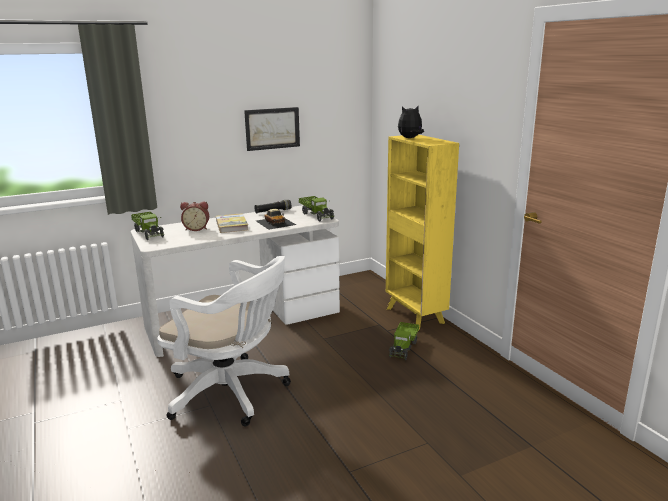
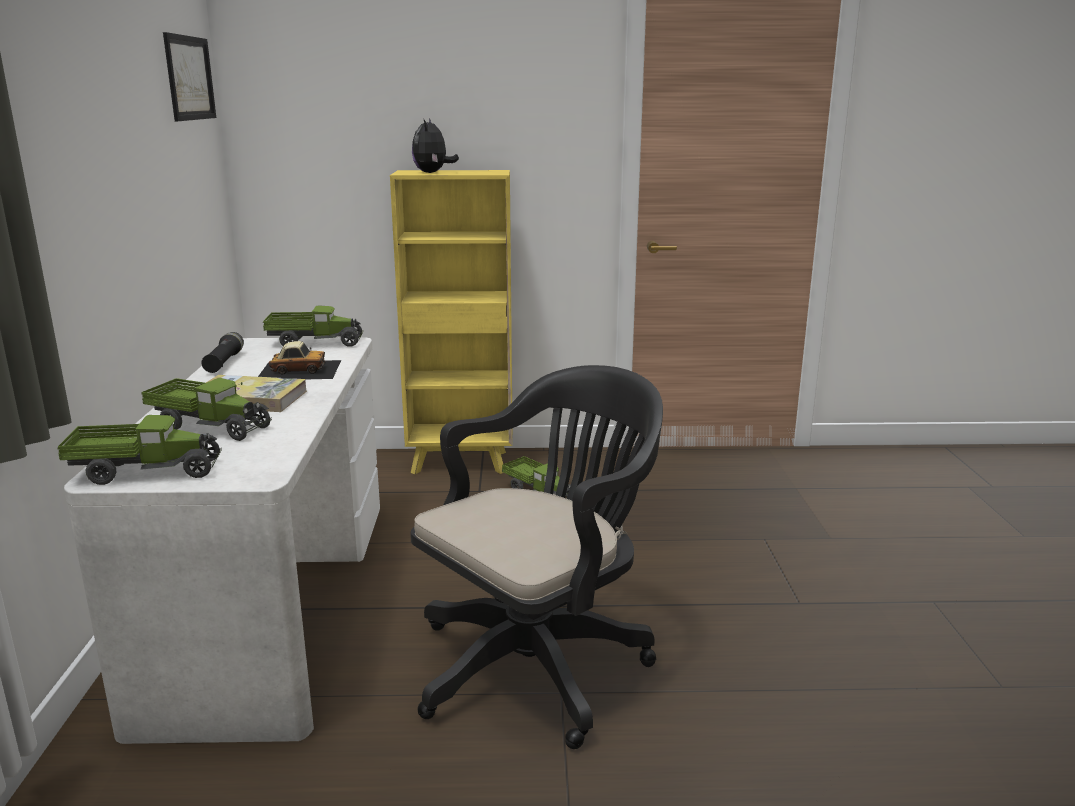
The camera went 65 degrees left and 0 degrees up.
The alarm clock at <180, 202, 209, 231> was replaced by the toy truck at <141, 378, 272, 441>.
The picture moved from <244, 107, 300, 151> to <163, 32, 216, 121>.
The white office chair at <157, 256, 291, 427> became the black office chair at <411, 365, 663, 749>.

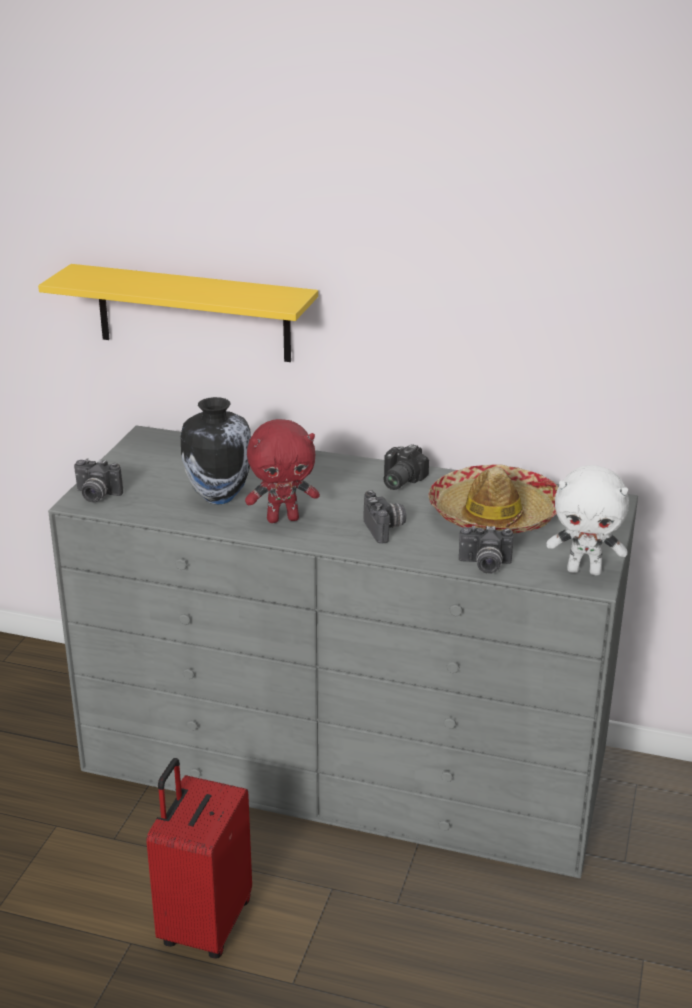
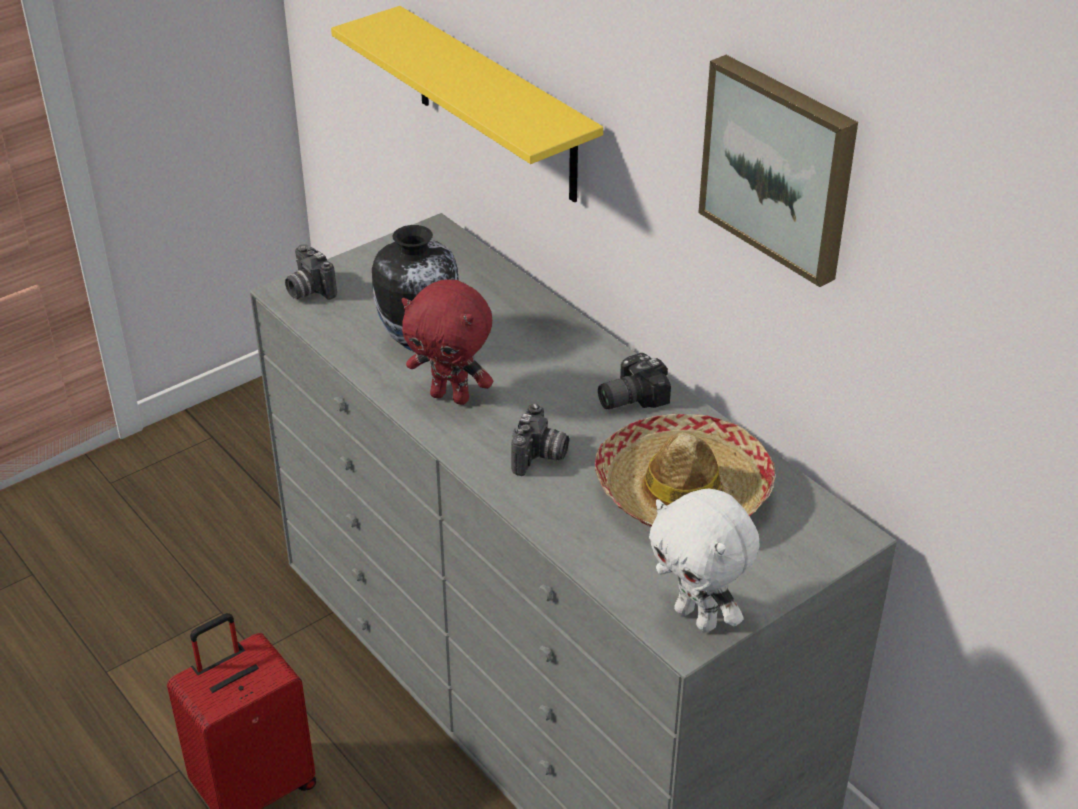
The camera went 35 degrees right and 10 degrees up.
The picture at <698, 55, 858, 287> appeared.
The photo camera at <459, 526, 513, 574> disappeared.

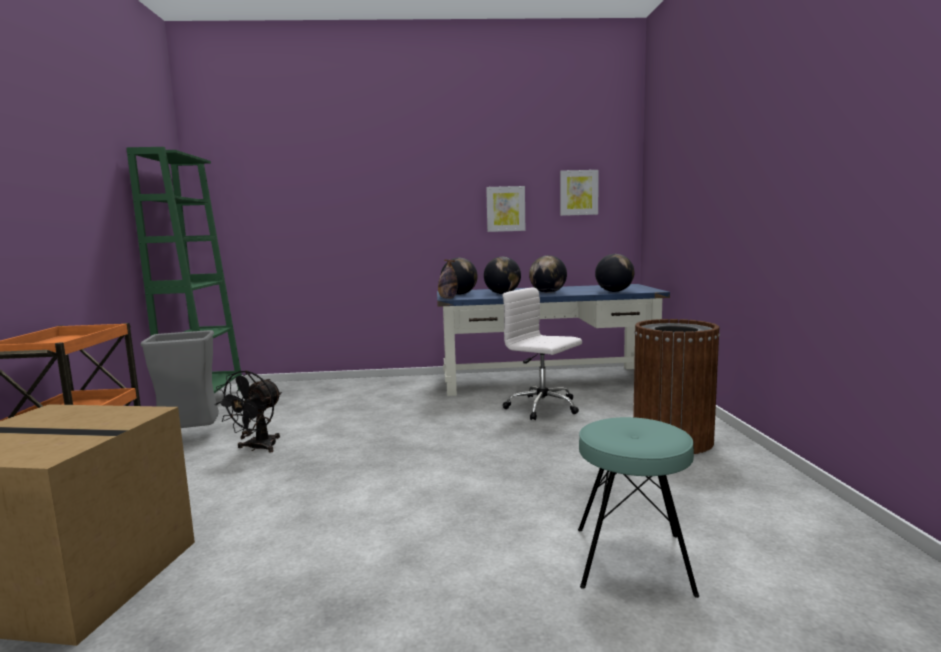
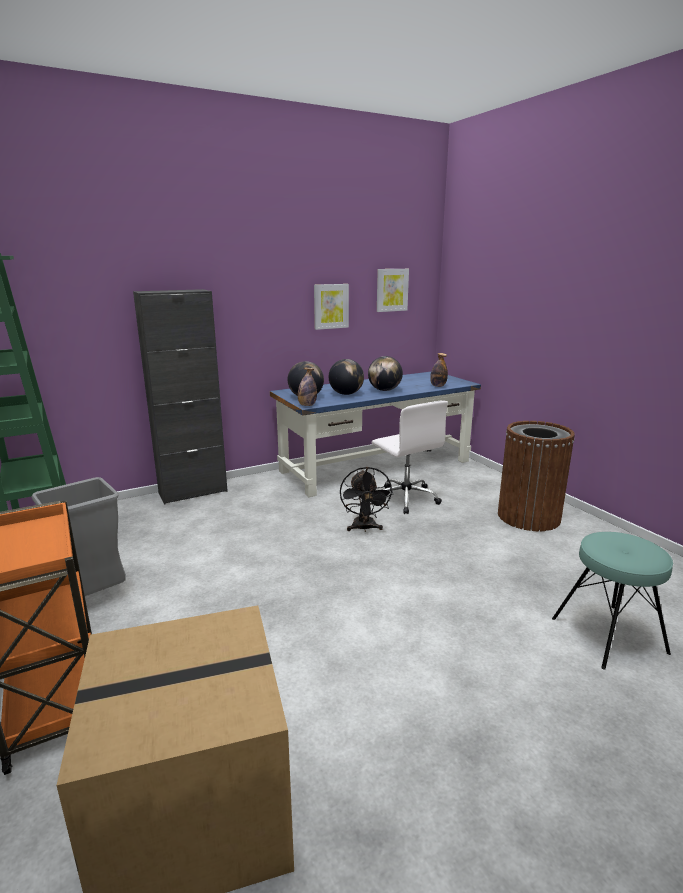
The camera went 25 degrees left and 10 degrees up.
The black cabinet at <133, 289, 228, 504> appeared.
The black fan moved from <214, 370, 282, 453> to <340, 467, 393, 532>.
The white office chair at <503, 287, 582, 420> turned 135 degrees counterclockwise.
The globe at <595, 254, 634, 292> was replaced by the bottle at <430, 353, 448, 387>.

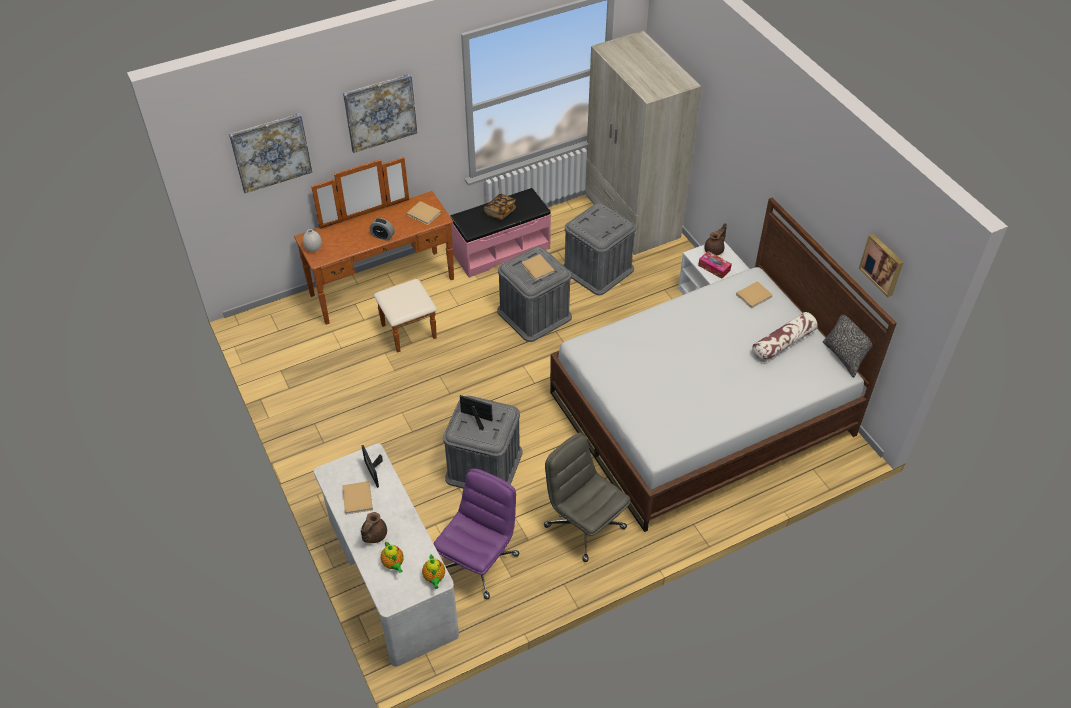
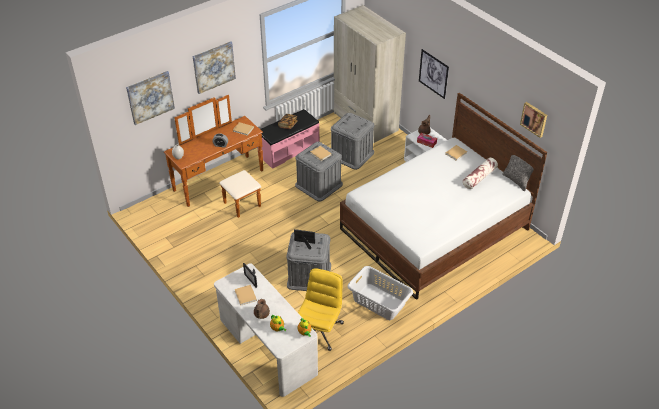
The camera went 10 degrees left and 5 degrees down.
The purple office chair at <433, 468, 519, 599> became the yellow office chair at <298, 268, 344, 351>.
The grey office chair at <544, 432, 631, 562> was replaced by the grey laundry basket at <347, 266, 413, 320>.
The picture at <419, 49, 449, 99> appeared.

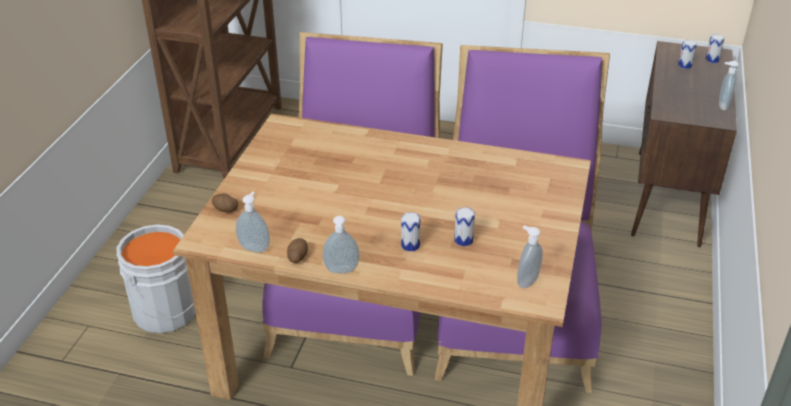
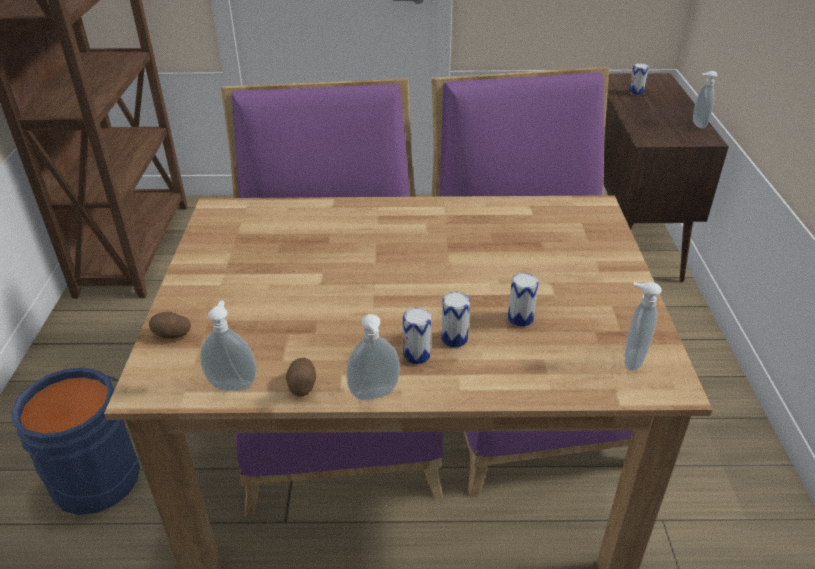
The camera went 15 degrees left and 0 degrees up.
The grey bucket at <117, 224, 196, 333> became the blue bucket at <11, 367, 140, 515>.
The can moved from <705, 34, 724, 63> to <403, 307, 431, 364>.

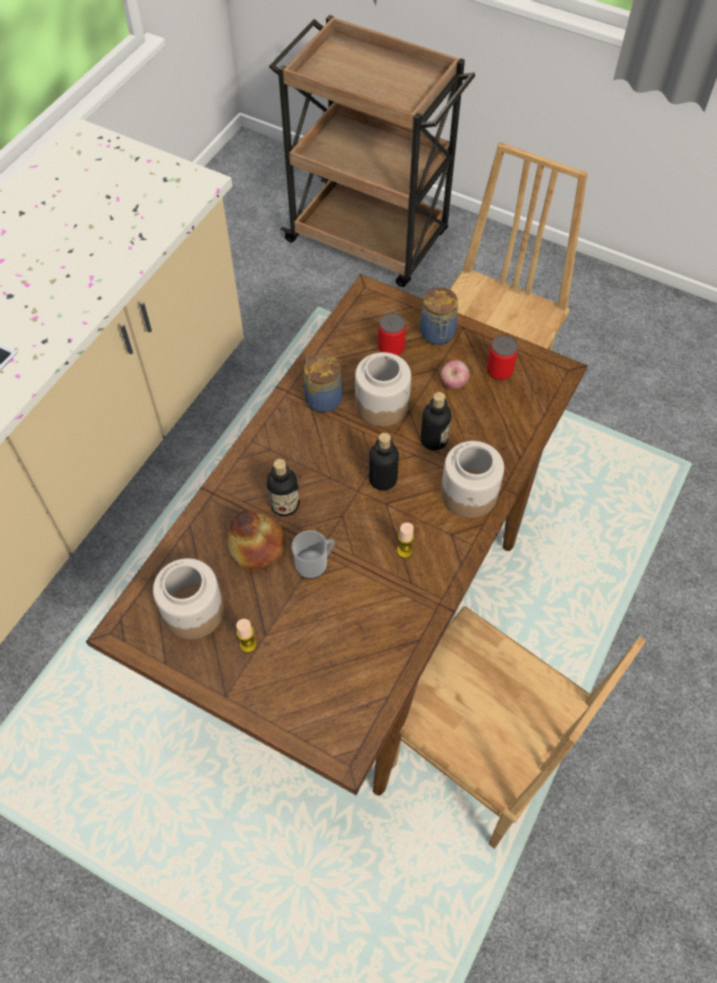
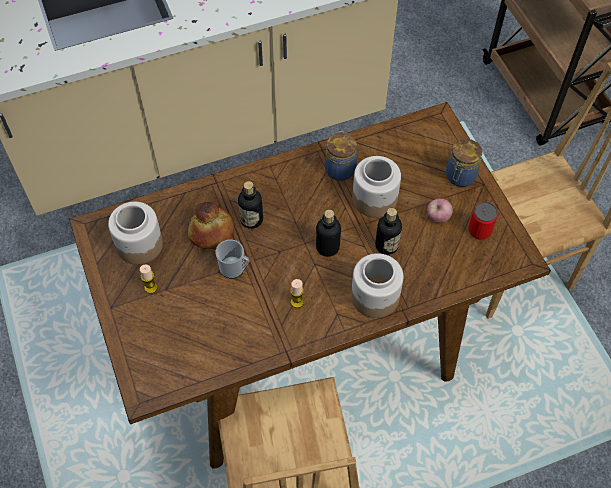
The camera went 40 degrees right and 0 degrees up.
The can at <378, 313, 406, 356> disappeared.

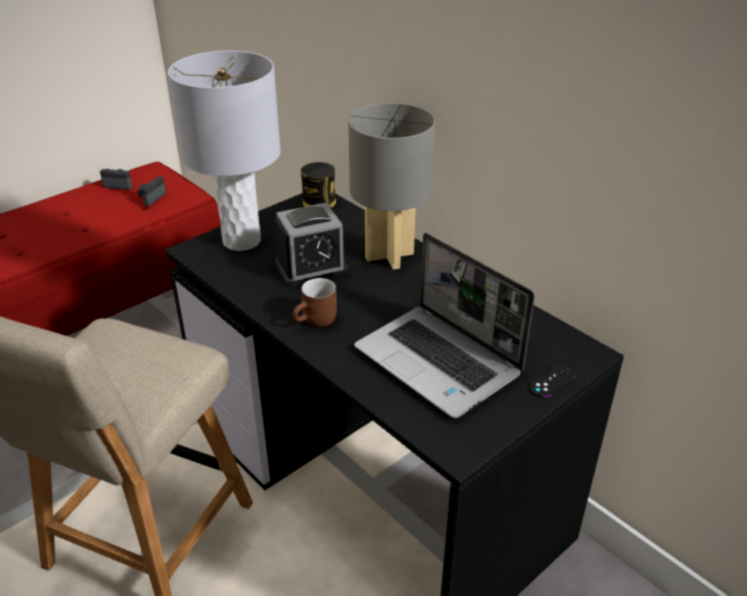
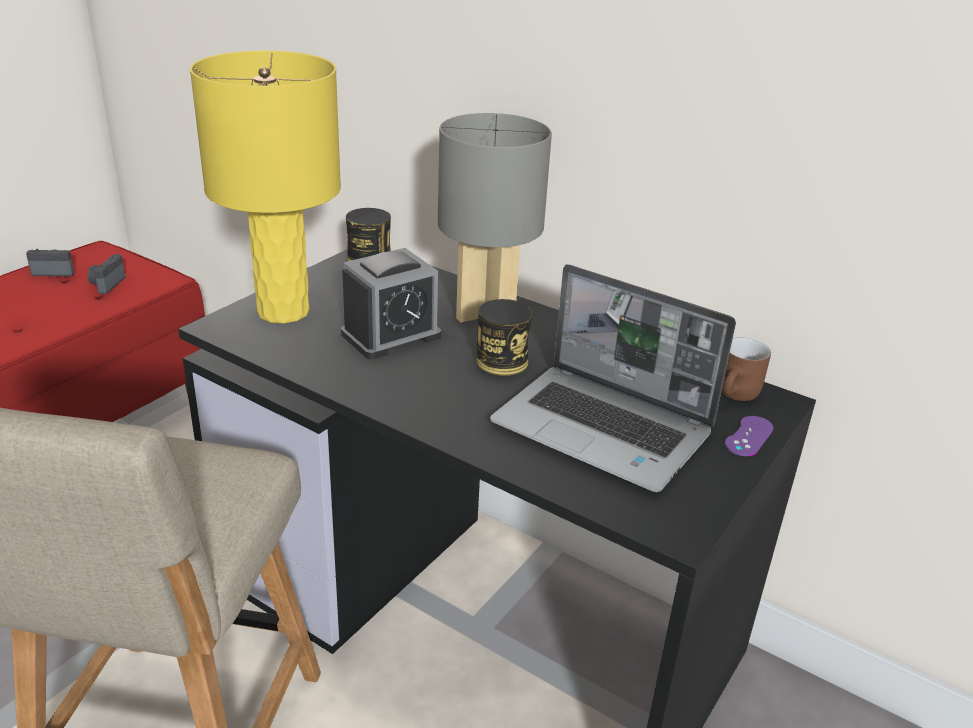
The camera went 15 degrees left and 5 degrees down.
The grey table lamp at <168, 51, 281, 251> became the yellow table lamp at <190, 51, 341, 323>.
The can at <476, 299, 532, 376> appeared.
The brown mug moved from <293, 278, 337, 327> to <721, 338, 771, 401>.
The black game controller at <529, 364, 575, 397> became the purple game controller at <725, 416, 774, 456>.

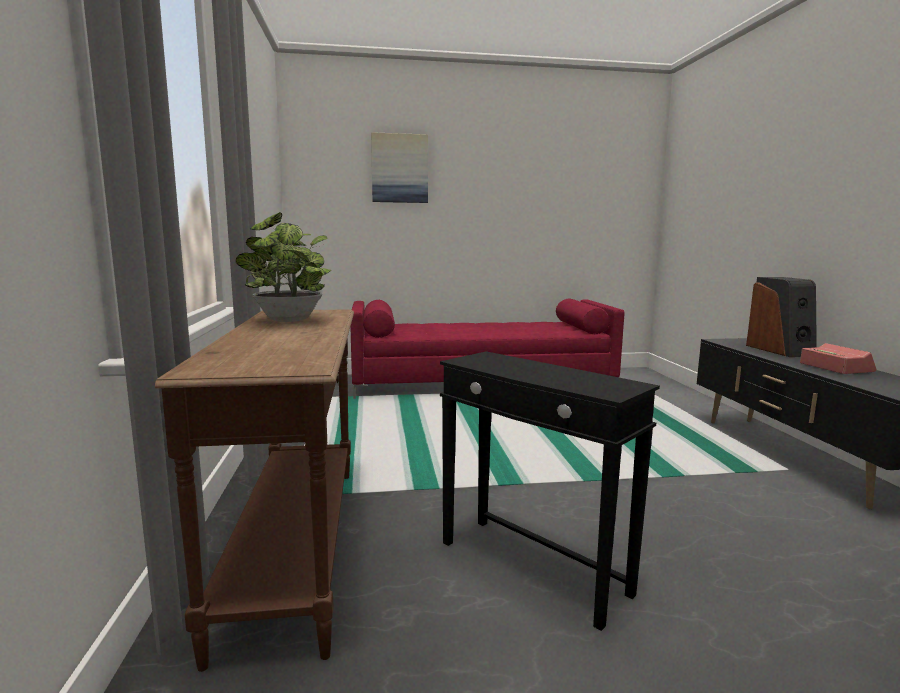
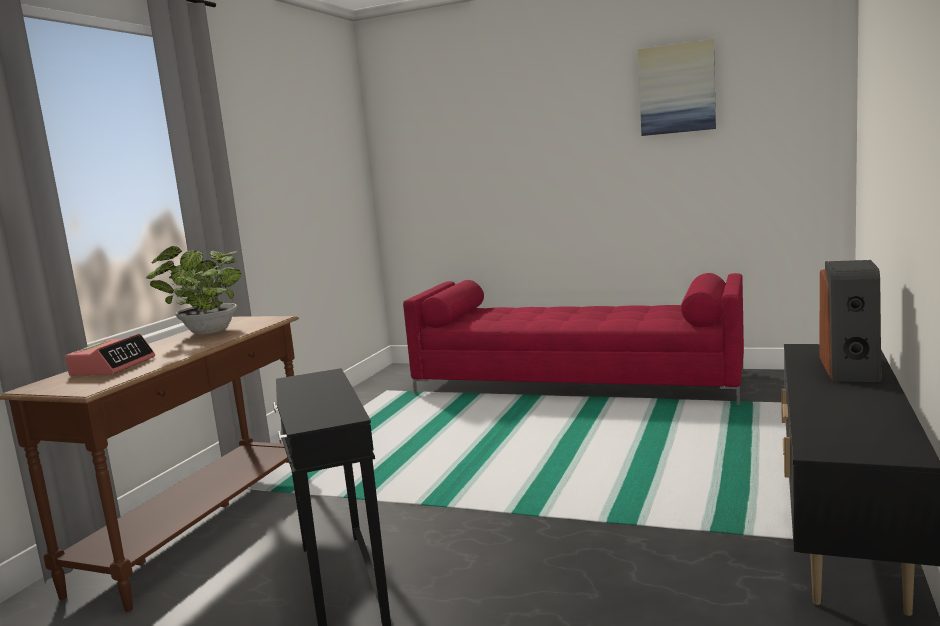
The camera went 30 degrees right and 0 degrees up.
The alarm clock moved from <800, 343, 876, 374> to <65, 334, 155, 375>.
The picture moved from <371, 132, 428, 203> to <638, 39, 716, 136>.

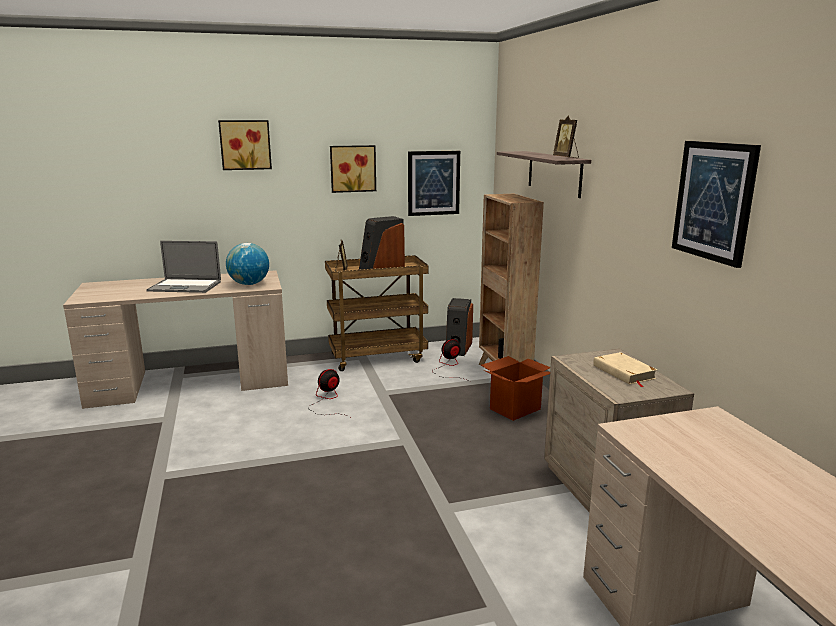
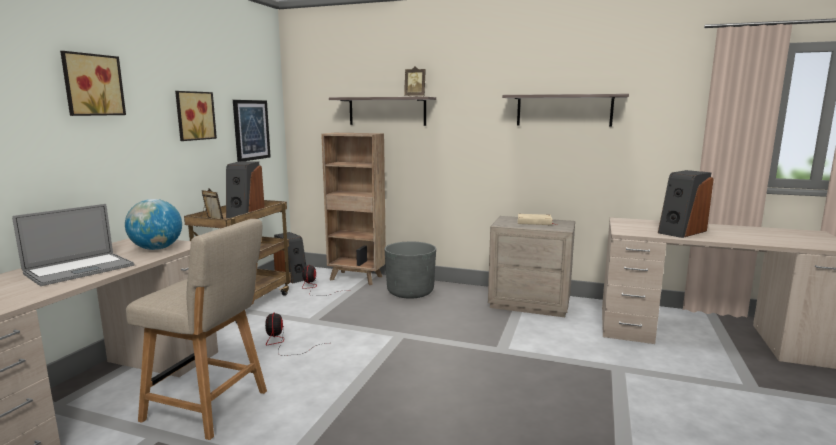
The camera went 55 degrees left and 5 degrees down.
The beige chair at <126, 219, 267, 440> appeared.
The cardboard box at <481, 356, 551, 421> was replaced by the grey planter at <385, 242, 436, 298>.
The picture at <672, 141, 761, 268> was replaced by the shelf at <502, 94, 629, 127>.
The speaker at <658, 170, 714, 238> appeared.

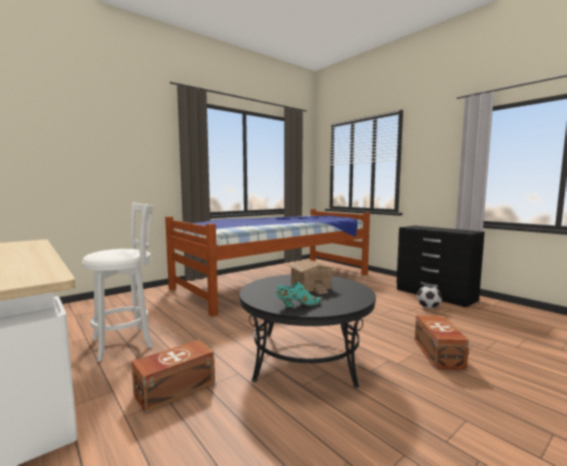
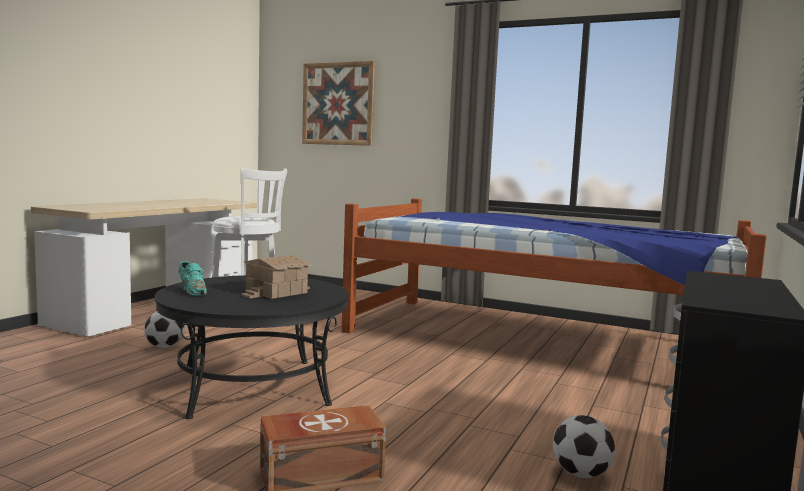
The camera went 65 degrees right and 0 degrees up.
The brown storage box at <131, 340, 215, 413> was replaced by the football at <144, 312, 185, 348>.
The picture at <302, 61, 375, 146> appeared.

